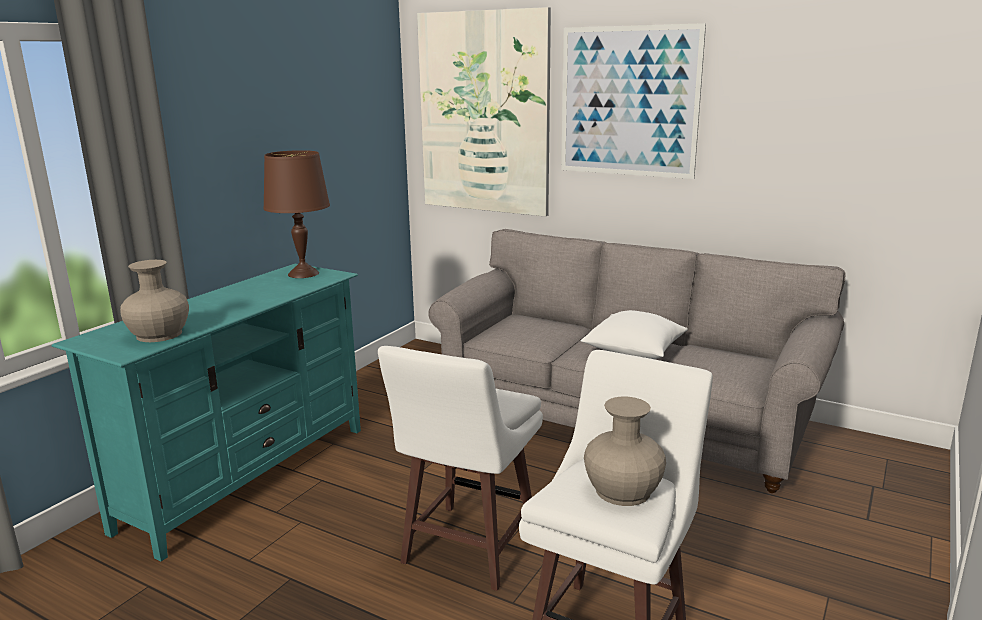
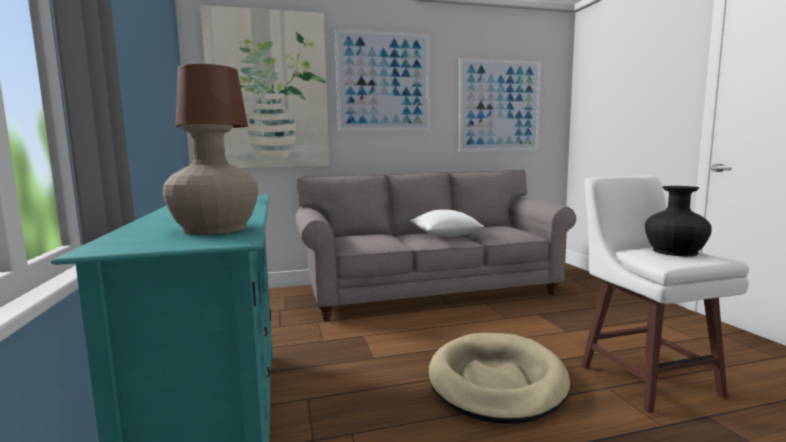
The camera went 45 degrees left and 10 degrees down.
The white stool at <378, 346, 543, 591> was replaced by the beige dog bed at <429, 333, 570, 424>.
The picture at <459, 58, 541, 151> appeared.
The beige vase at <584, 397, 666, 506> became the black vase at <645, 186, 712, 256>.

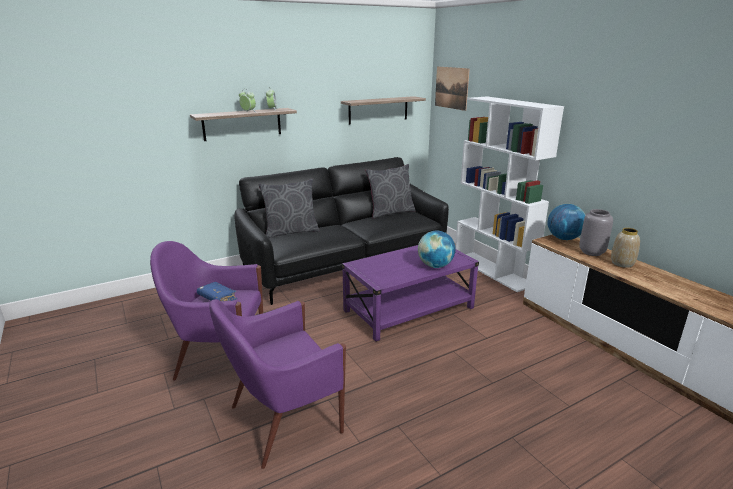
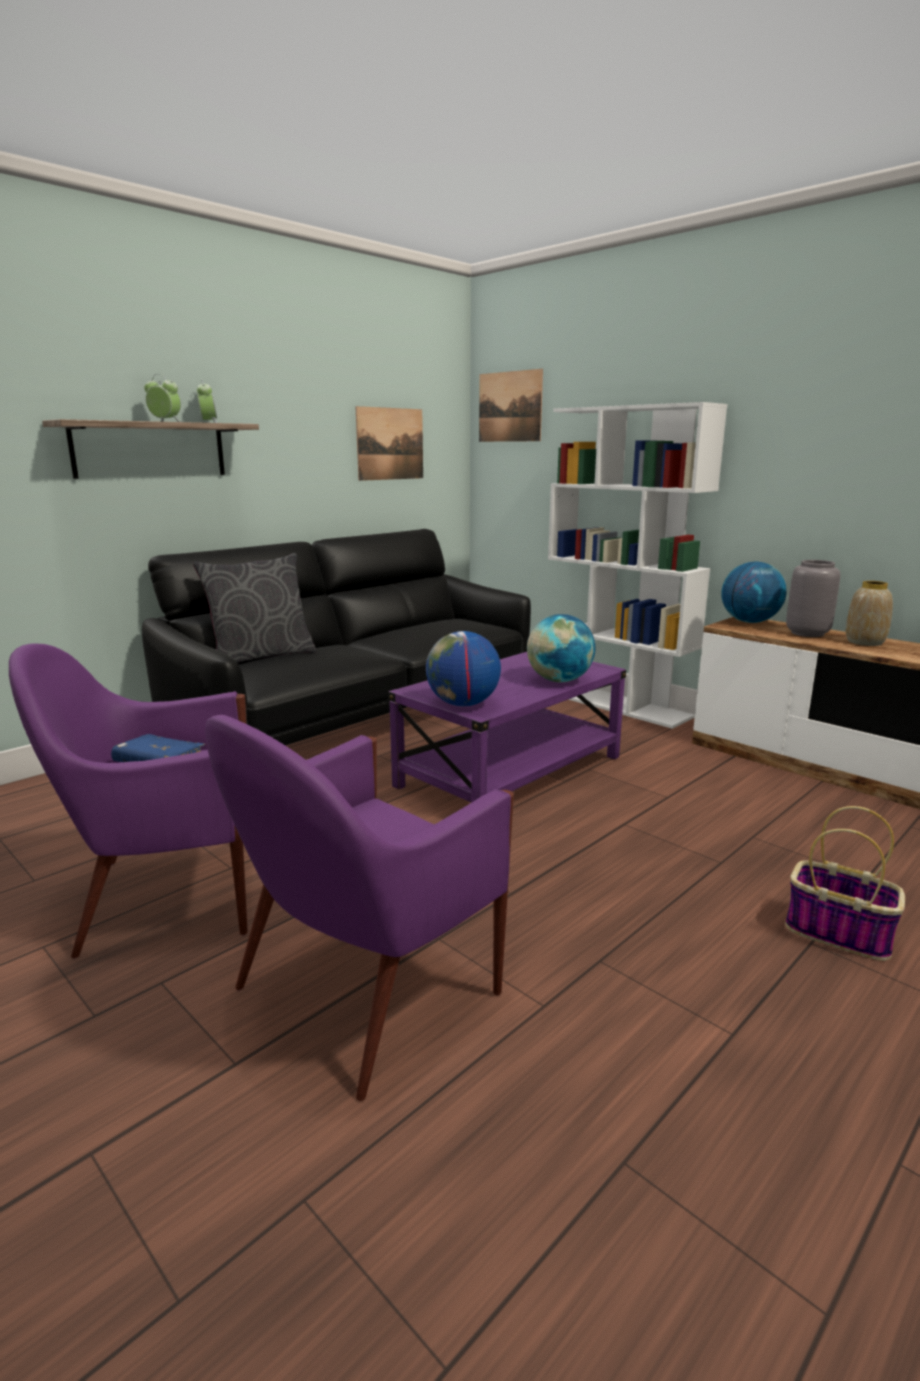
The camera went 15 degrees left and 5 degrees down.
The shelf at <341, 96, 426, 125> was replaced by the picture at <355, 406, 423, 481>.
The globe at <426, 631, 501, 706> appeared.
The basket at <786, 806, 905, 961> appeared.
The grey pillow at <365, 164, 416, 219> disappeared.

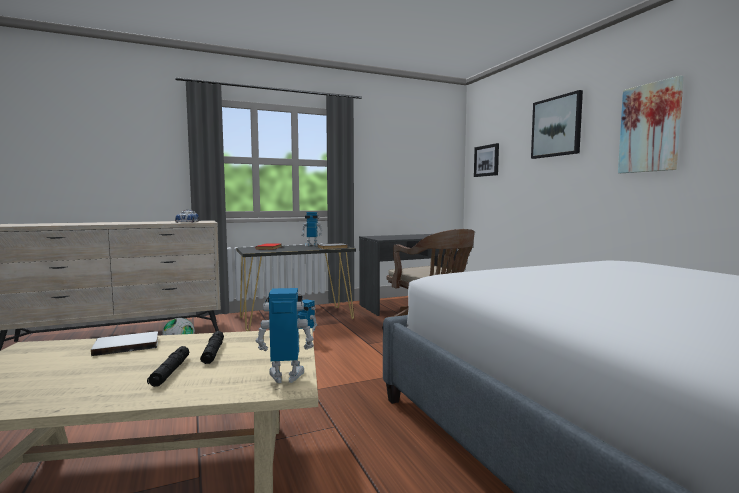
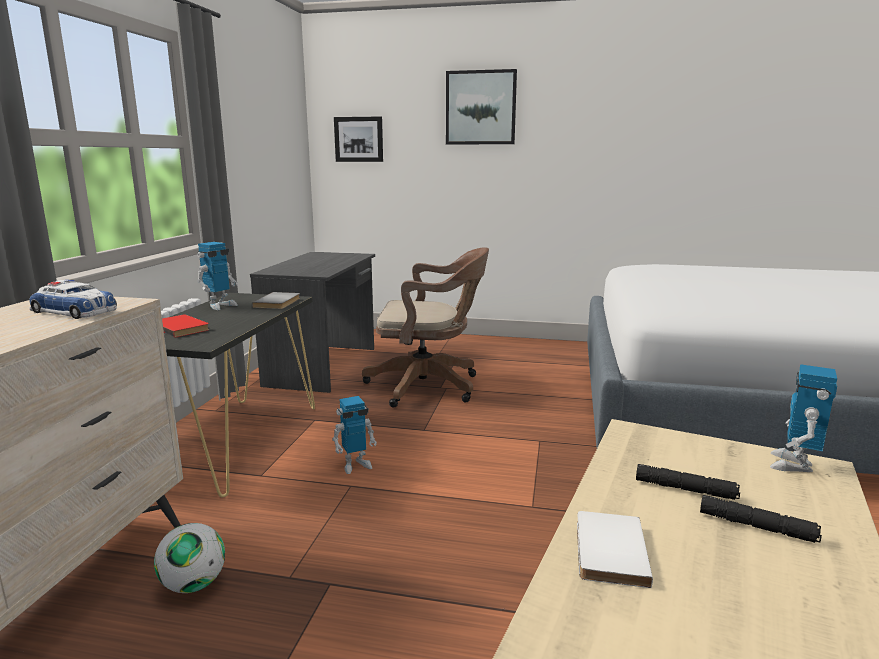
The camera went 55 degrees left and 10 degrees up.
The picture at <618, 76, 684, 173> disappeared.

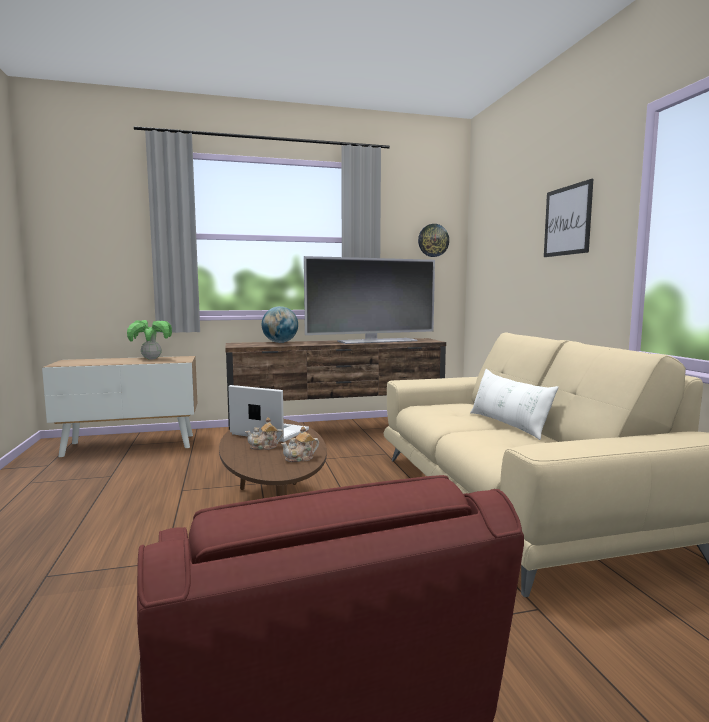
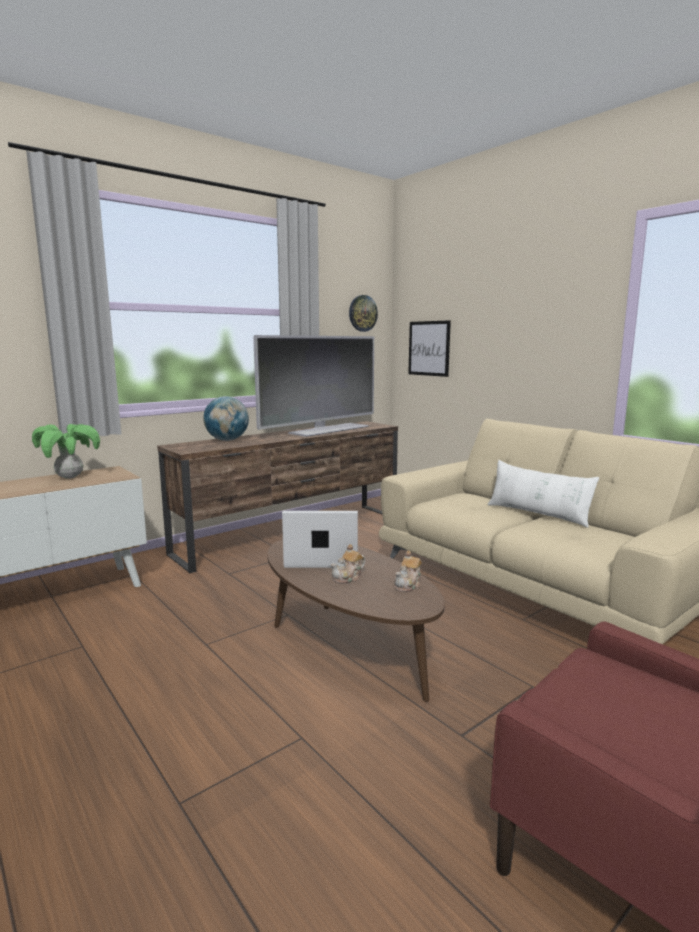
The camera went 25 degrees left and 5 degrees up.
The picture moved from <544, 179, 593, 257> to <408, 320, 451, 377>.

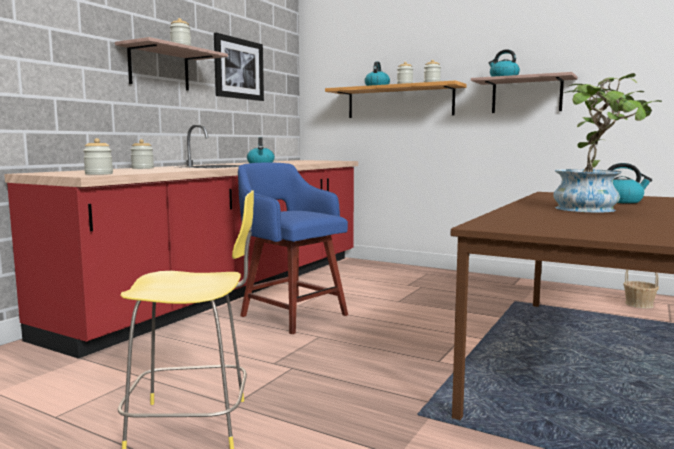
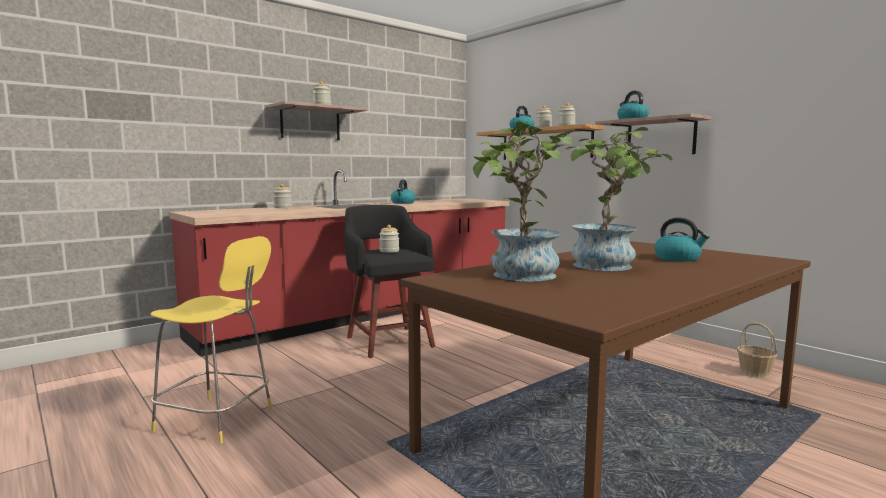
The camera went 20 degrees right and 0 degrees up.
The blue stool at <238, 163, 348, 334> became the black stool at <344, 205, 435, 358>.
The jar moved from <83, 138, 113, 175> to <379, 225, 399, 253>.
The potted plant at <473, 121, 578, 282> appeared.
The picture at <214, 33, 264, 101> disappeared.

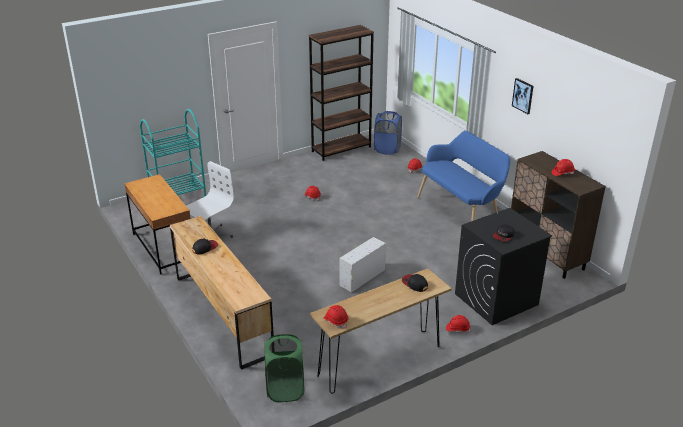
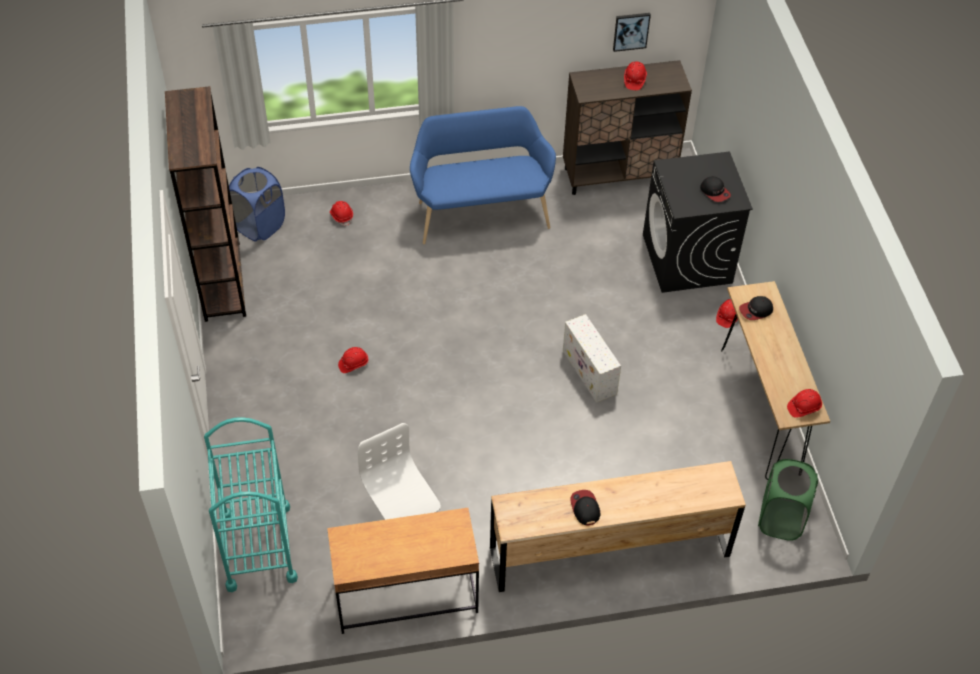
The camera went 70 degrees left and 20 degrees up.
The picture moved from <512, 78, 534, 114> to <613, 13, 651, 52>.

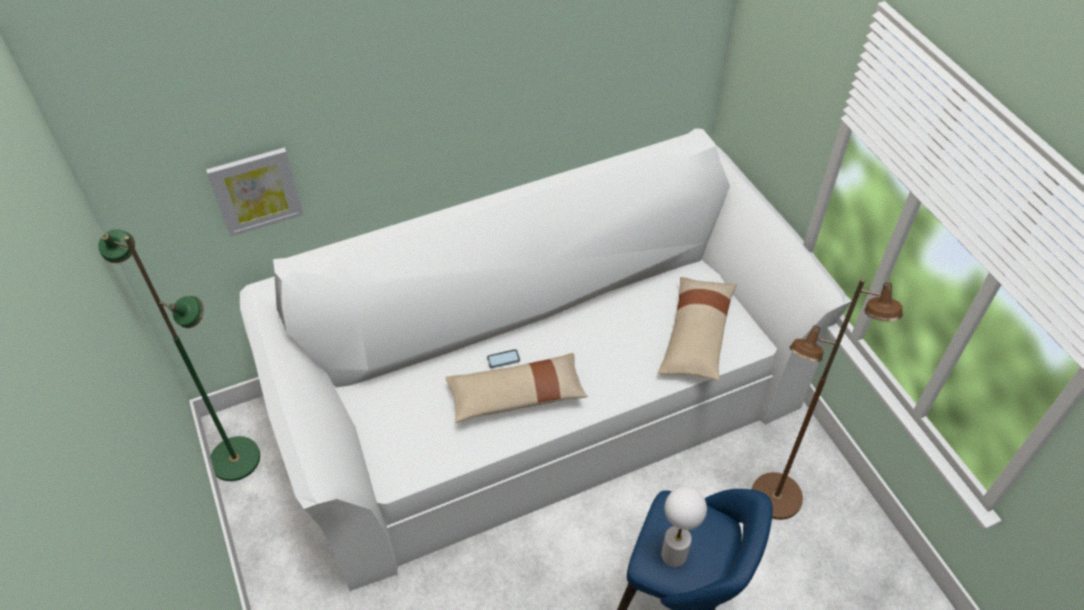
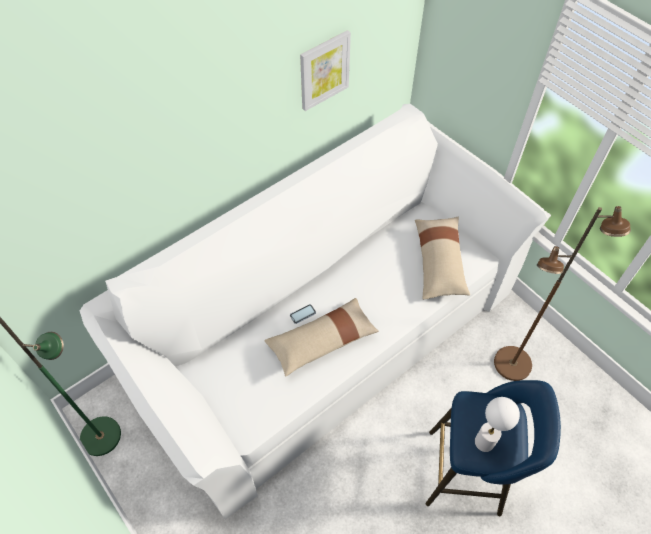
The camera went 15 degrees left and 5 degrees up.
The picture moved from <206, 148, 304, 236> to <300, 30, 351, 111>.

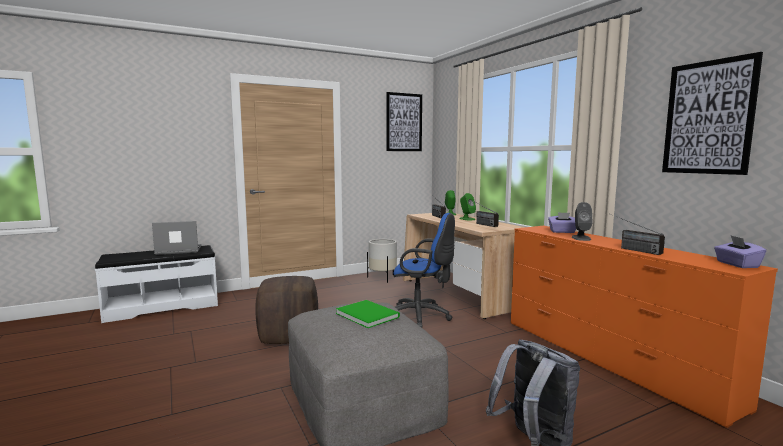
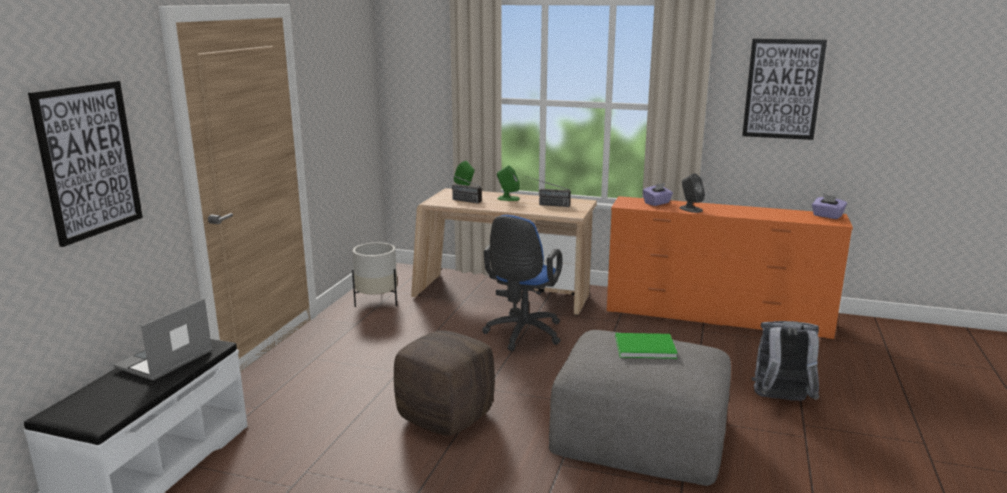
The camera went 45 degrees left and 10 degrees up.
The picture moved from <386, 92, 422, 151> to <28, 81, 143, 247>.
The blue office chair at <393, 213, 455, 328> turned 135 degrees clockwise.
The radio at <609, 213, 665, 255> disappeared.

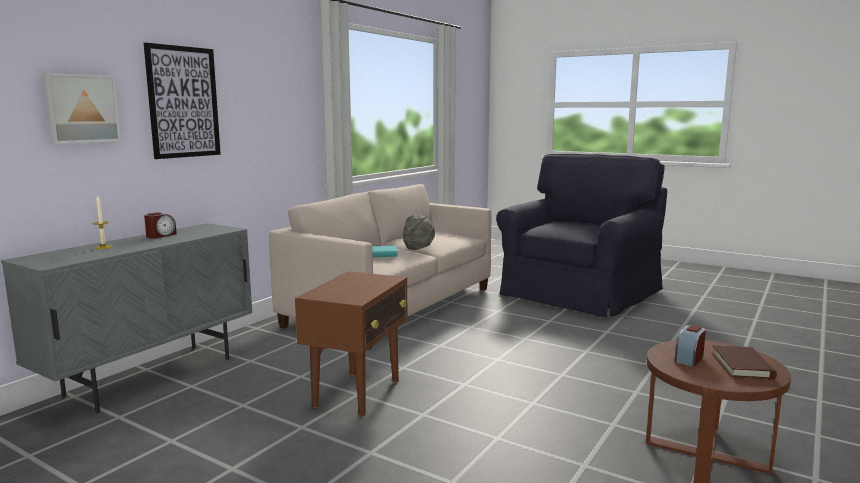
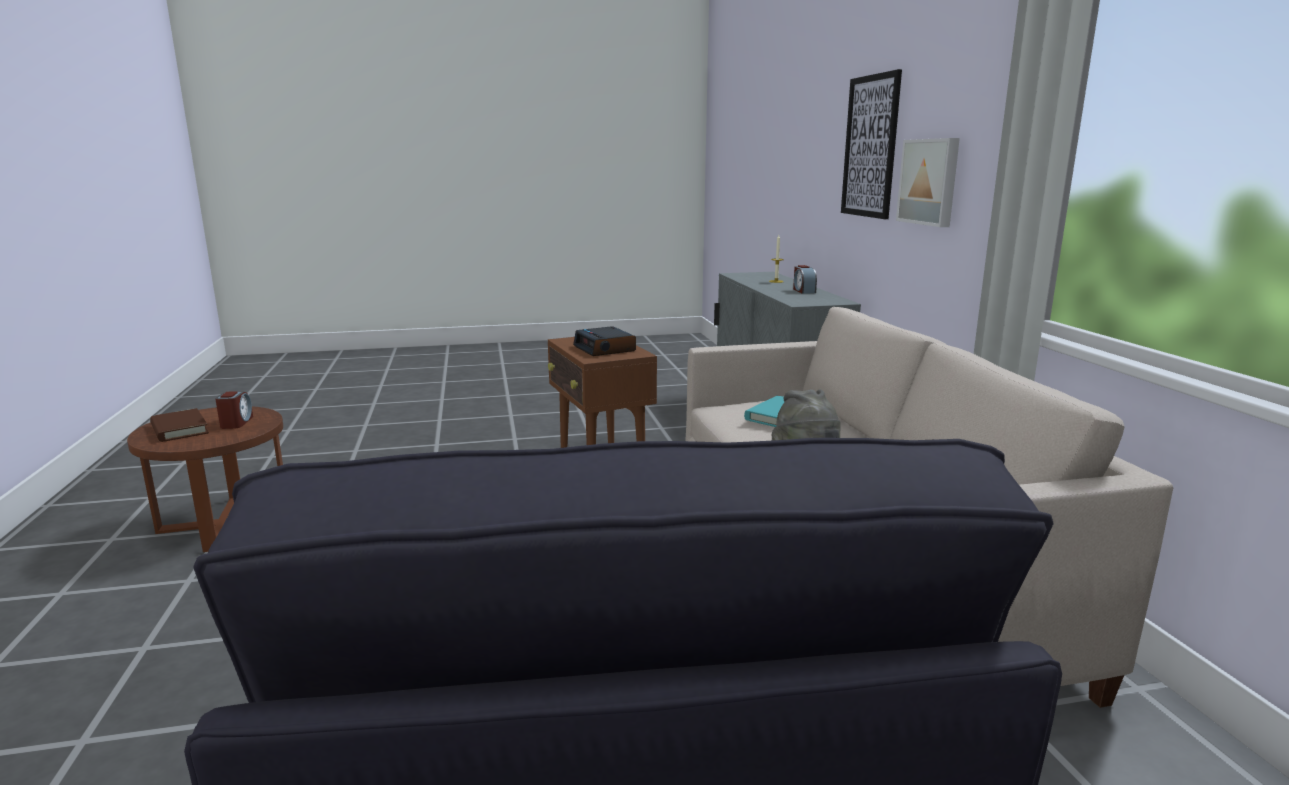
The camera went 135 degrees right and 5 degrees up.
The alarm clock at <573, 326, 636, 356> appeared.
The picture moved from <42, 73, 121, 144> to <896, 138, 960, 227>.

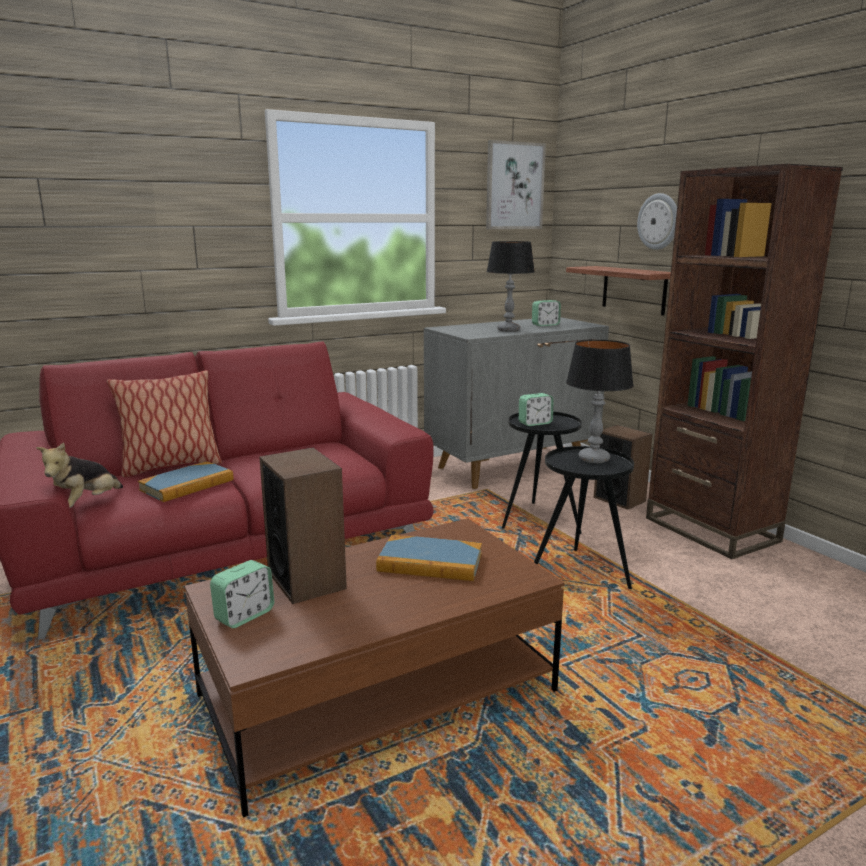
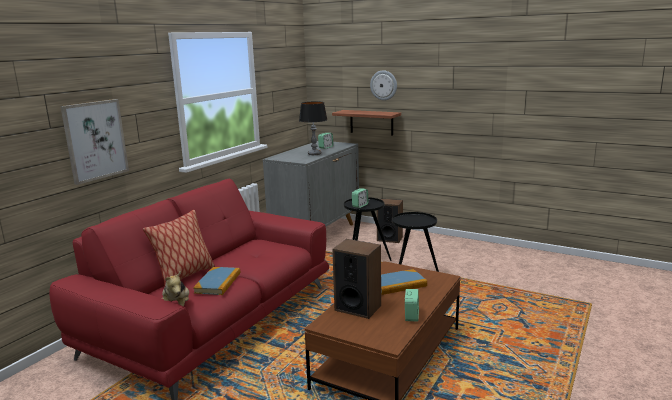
The camera went 30 degrees left and 0 degrees up.
The picture moved from <486, 140, 546, 229> to <60, 99, 129, 185>.
The alarm clock moved from <210, 560, 274, 628> to <405, 289, 419, 321>.
The table lamp at <566, 340, 634, 463> disappeared.
The brown bookcase at <646, 164, 843, 559> disappeared.

